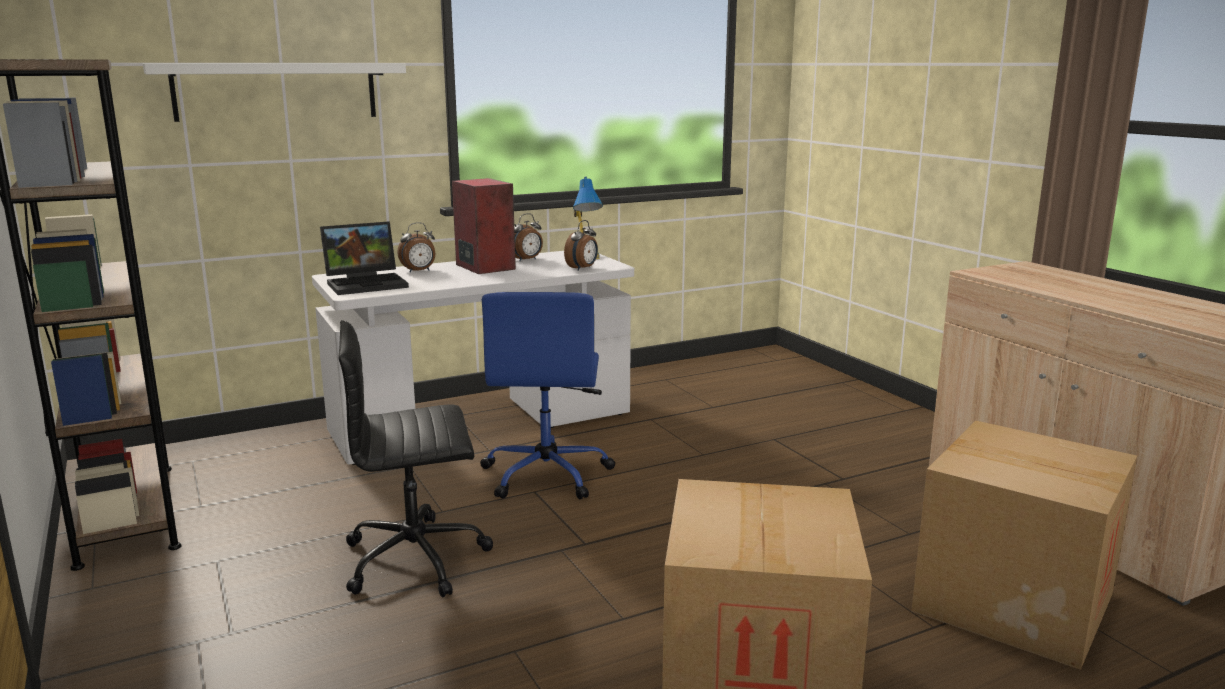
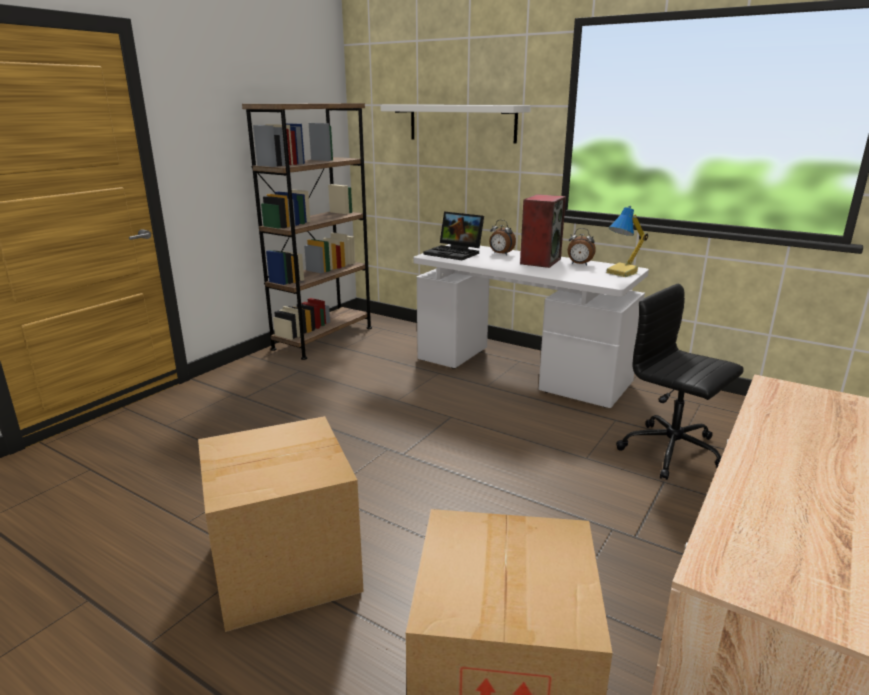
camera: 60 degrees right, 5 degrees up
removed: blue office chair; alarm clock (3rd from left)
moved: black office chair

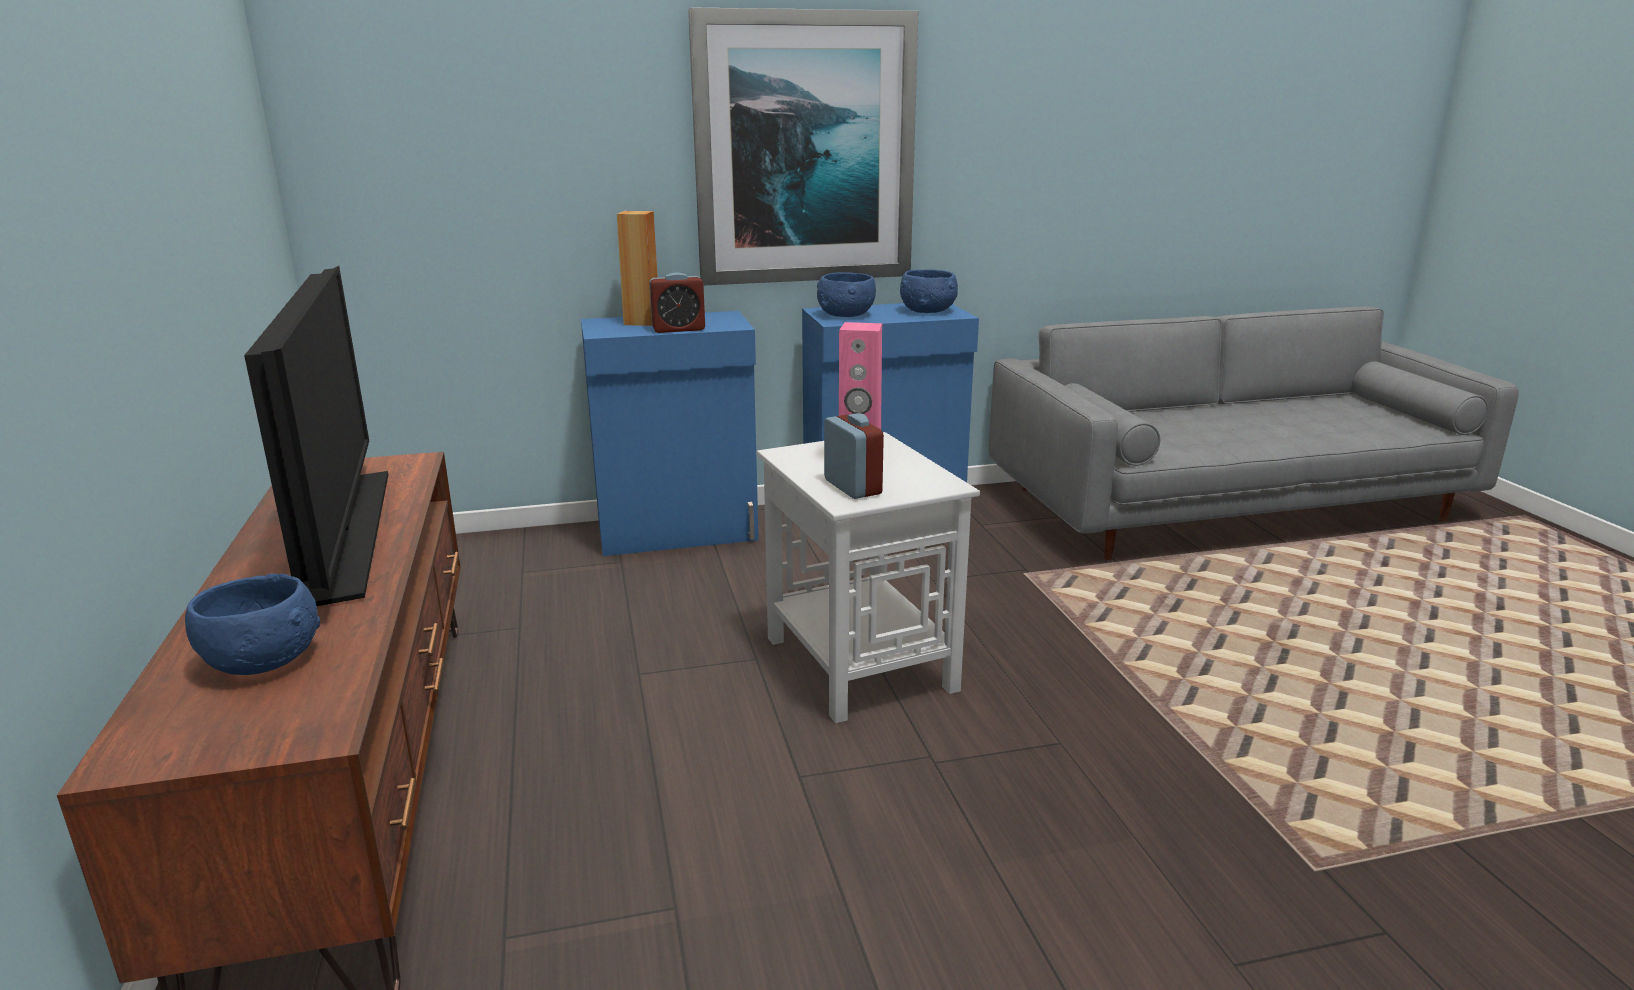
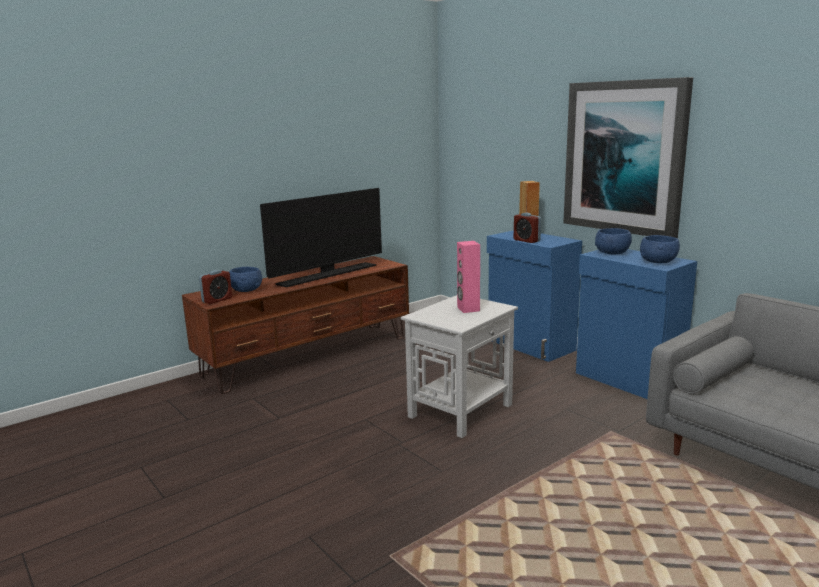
camera: 65 degrees right, 5 degrees down
moved: alarm clock (2nd from left in the first image) to alarm clock (1st from left)

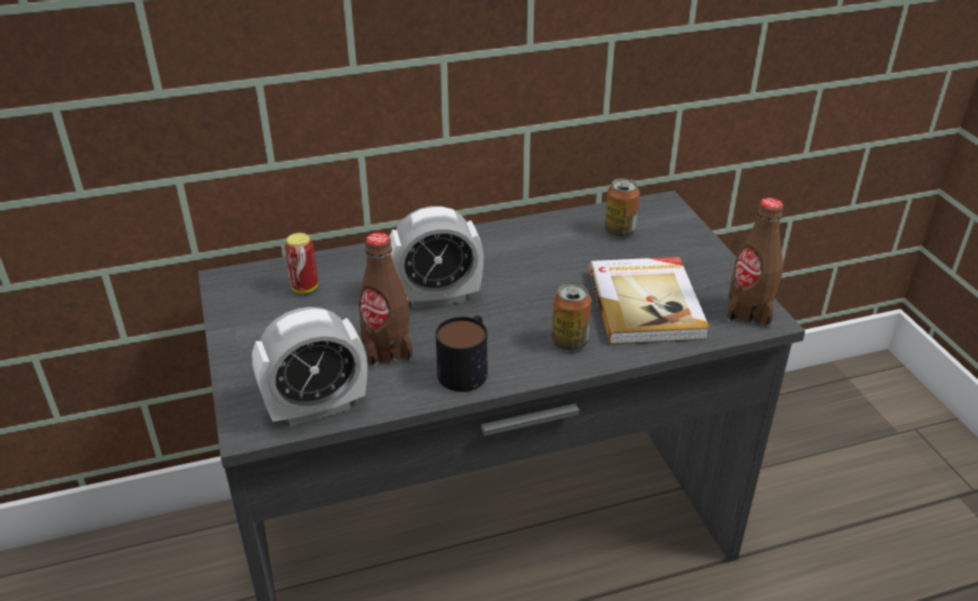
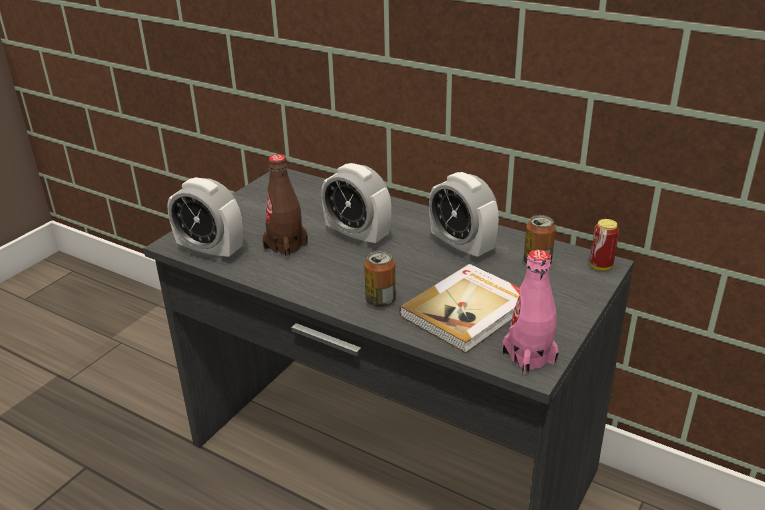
camera: 50 degrees right, 5 degrees down
removed: mug
added: alarm clock (3rd from left)
moved: can (1st from left in the first image) to can (3rd from left)
recoloured: brown bottle (2nd from left) to pink bottle

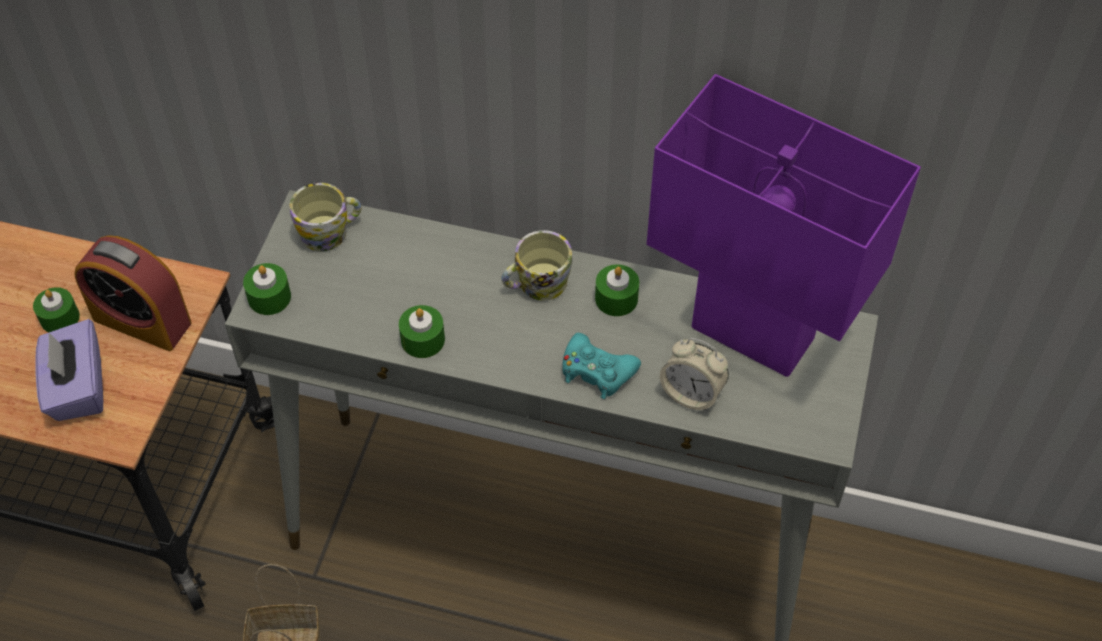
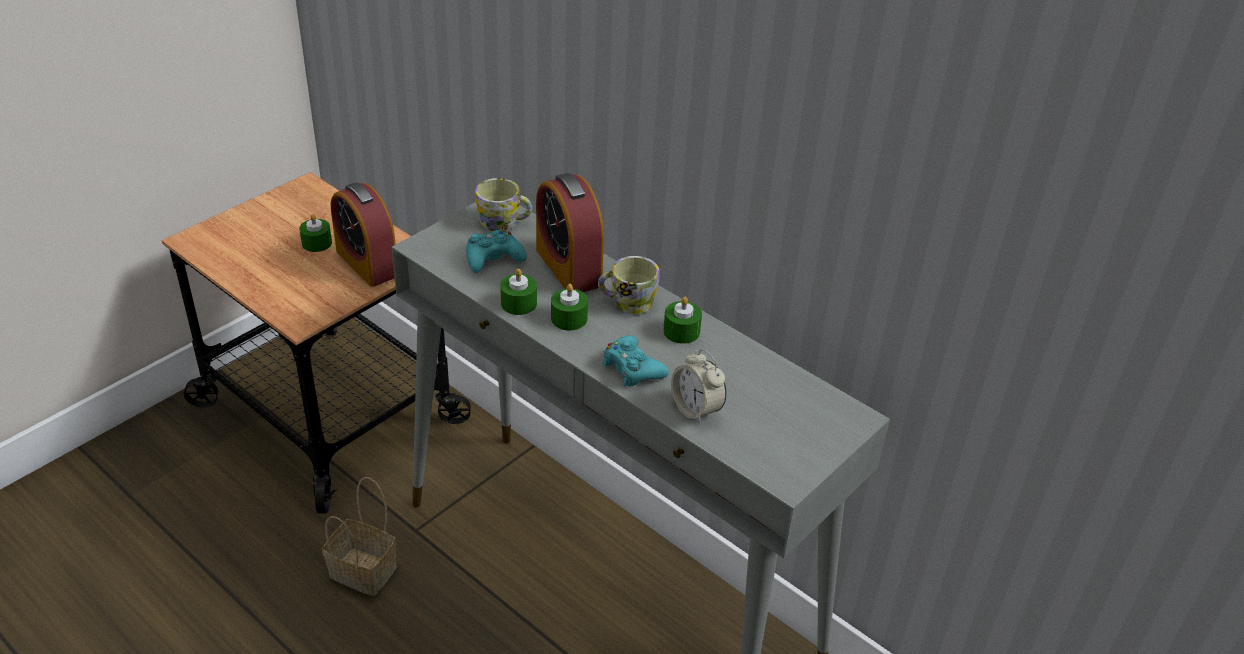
camera: 25 degrees right, 15 degrees down
removed: purple tissue box; purple table lamp
added: turquoise game controller (1st from left); alarm clock (2nd from left)
moved: green candle (2nd from left in the first image) to green candle (3rd from left)

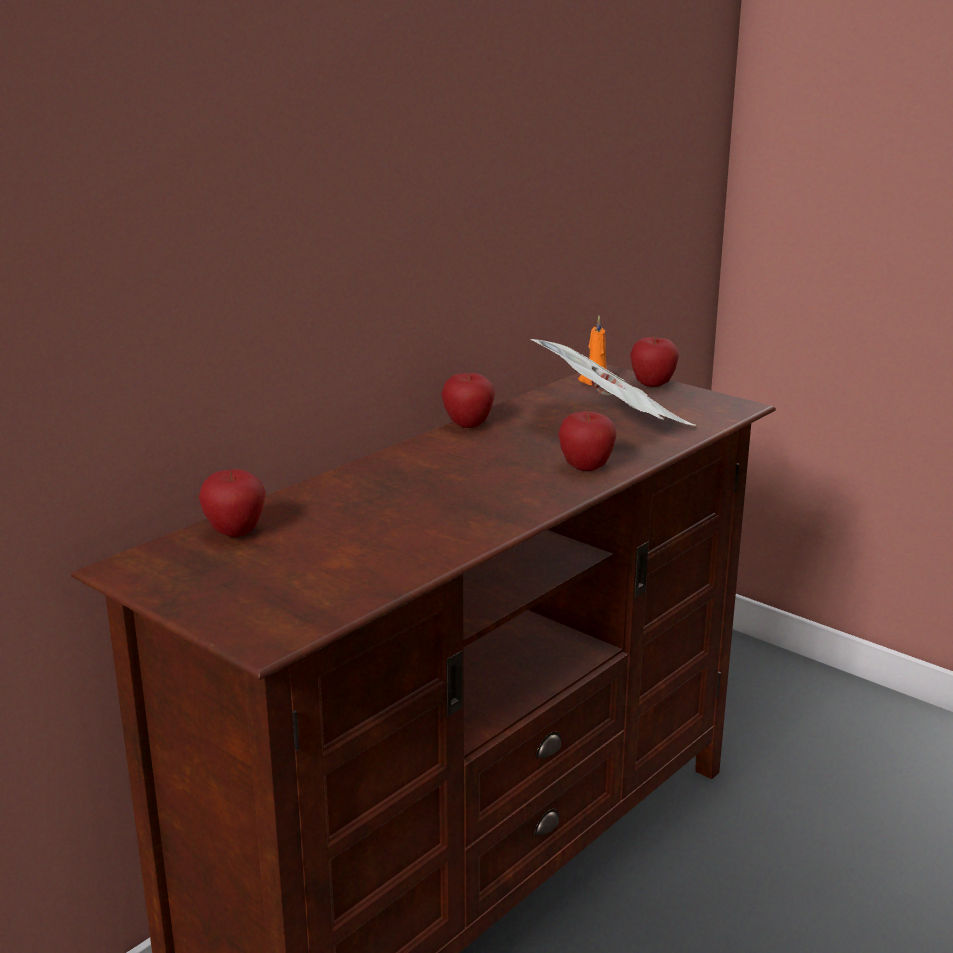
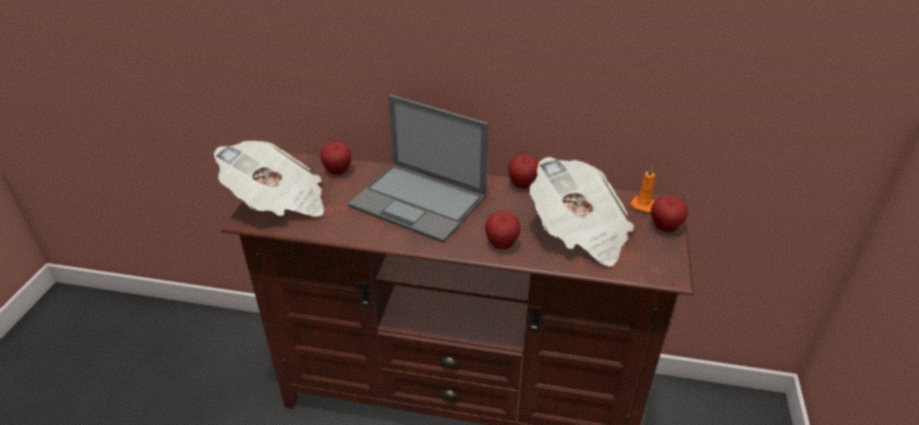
camera: 60 degrees right, 15 degrees up
added: newspaper (1st from left); laptop

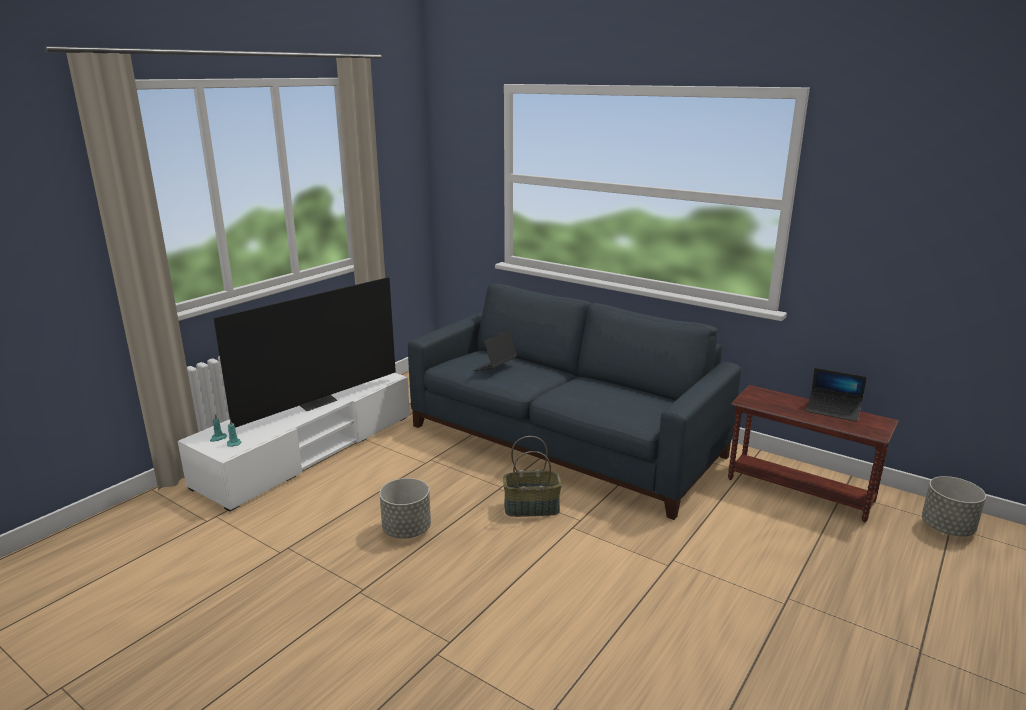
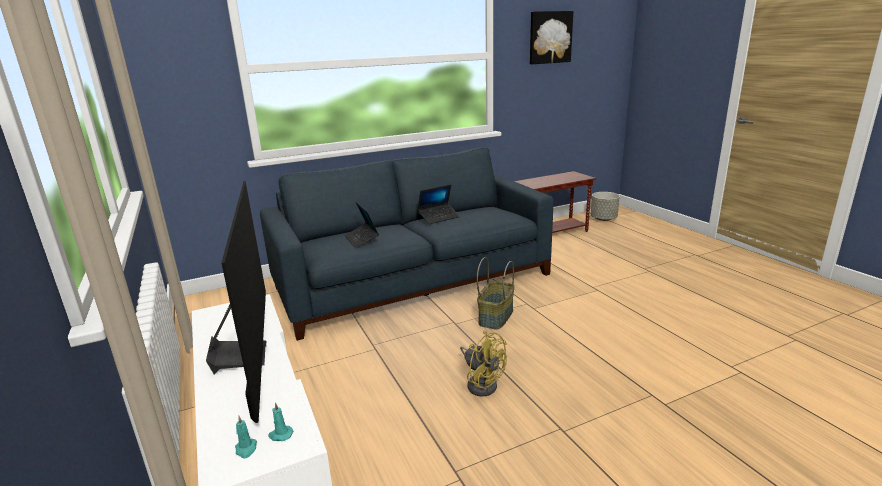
camera: 60 degrees left, 0 degrees up
added: picture
moved: laptop (2nd from left)
replaced: grey planter (1st from left) to yellow fan

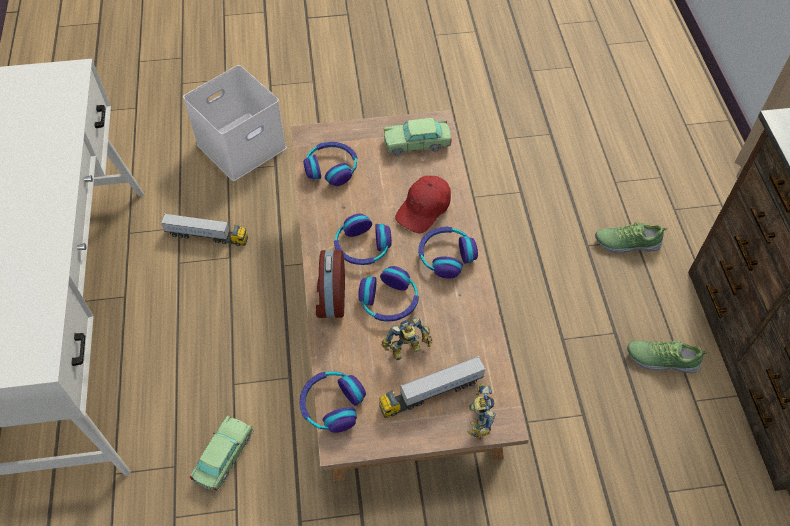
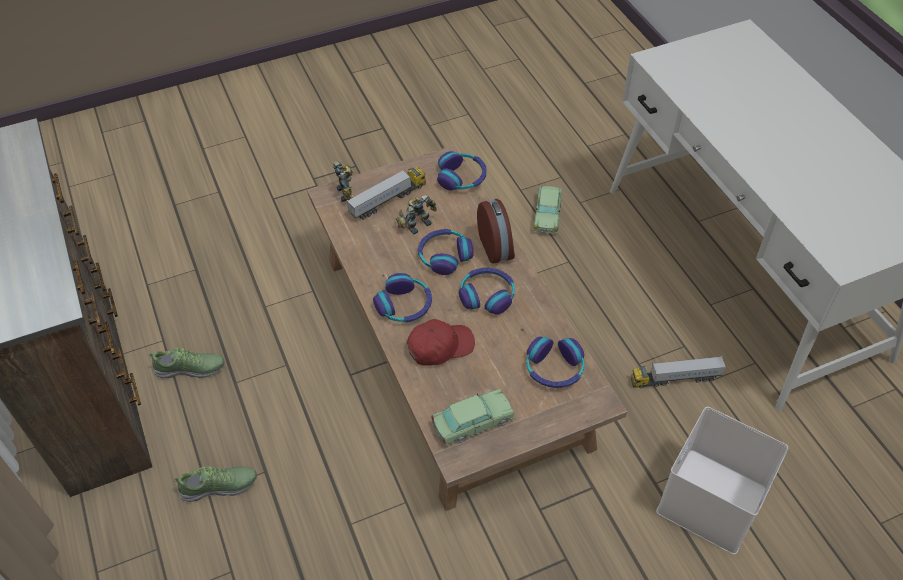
camera: 165 degrees right, 5 degrees down
turned: red cap 45 degrees clockwise

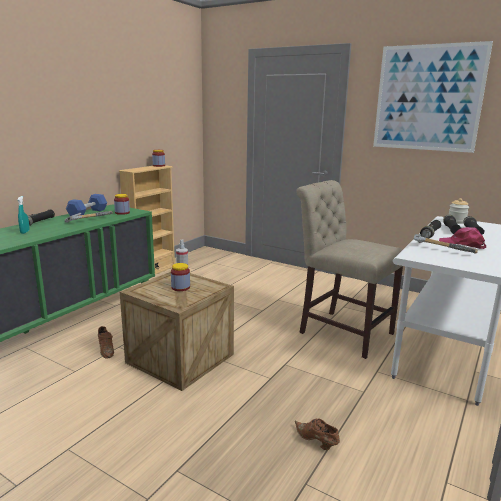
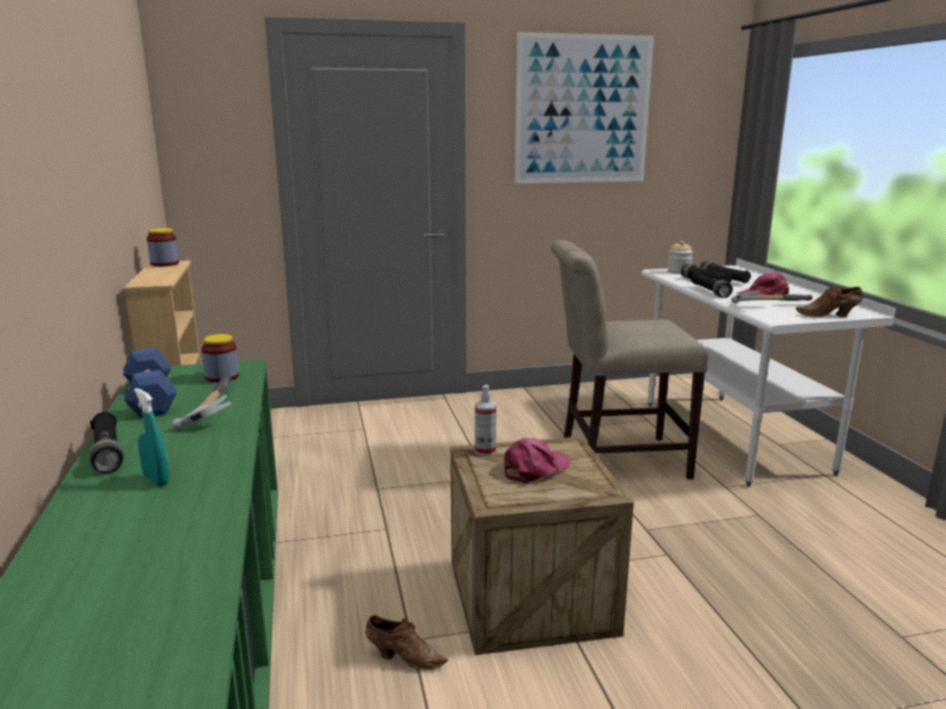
camera: 45 degrees left, 0 degrees up
moved: brown shoe (2nd from left)
replaced: jar (3rd from left) to pink cap (1st from left)

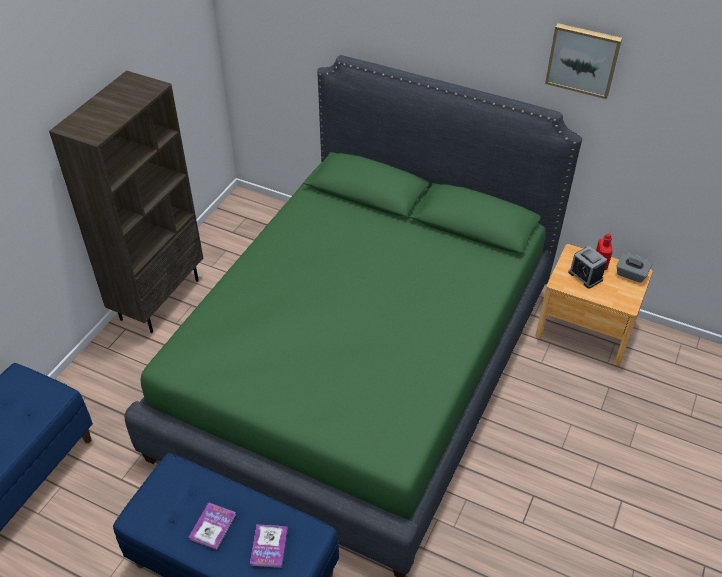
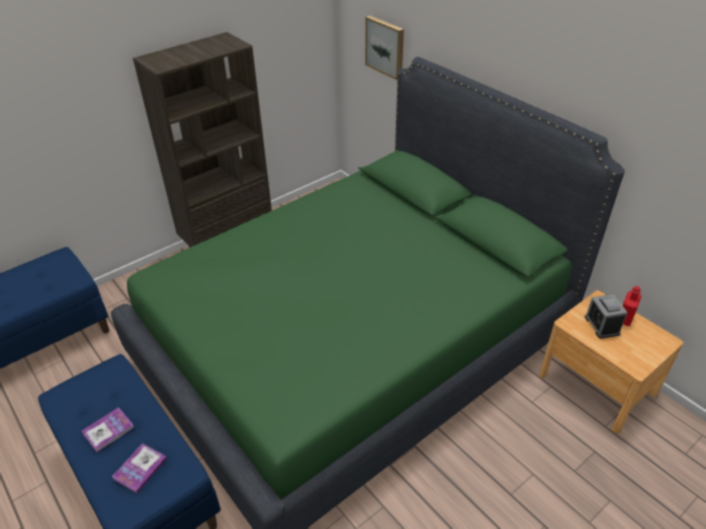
camera: 25 degrees right, 5 degrees down
removed: grey tissue box
moved: picture

